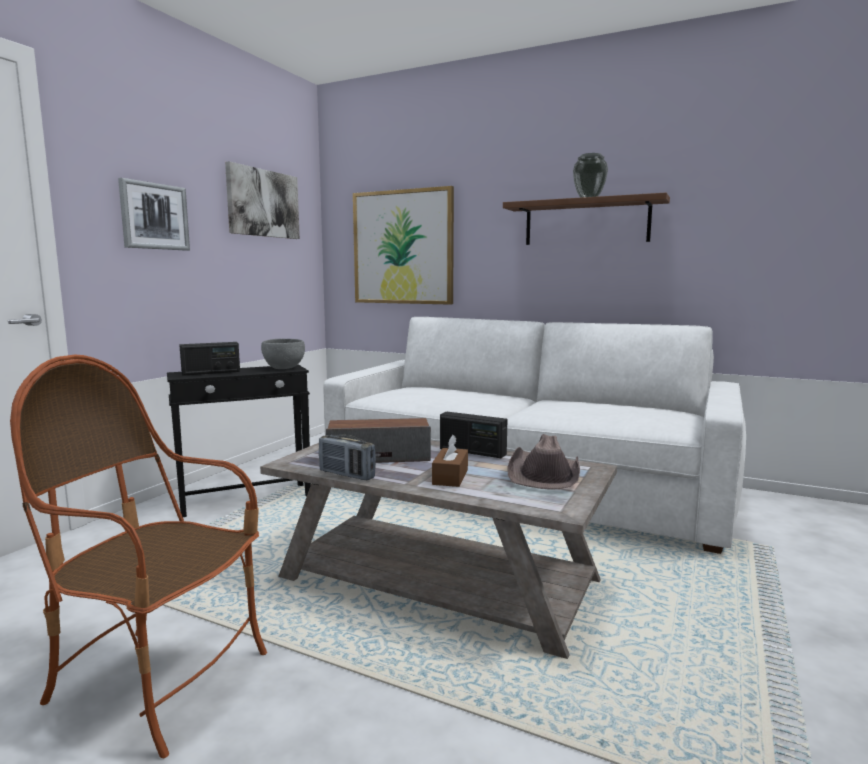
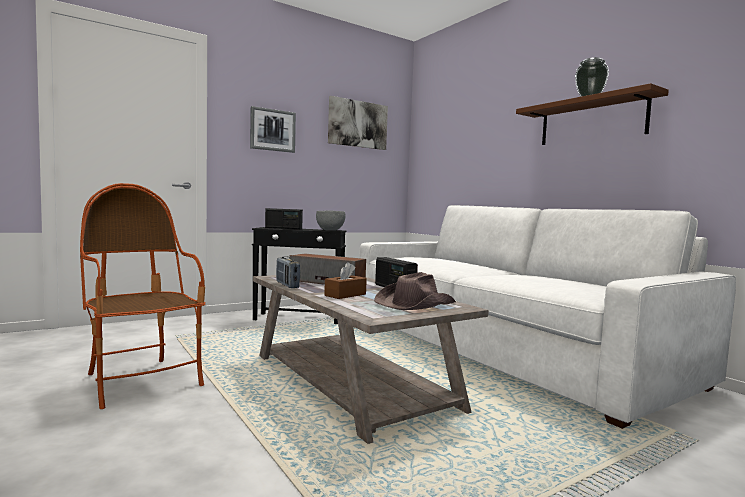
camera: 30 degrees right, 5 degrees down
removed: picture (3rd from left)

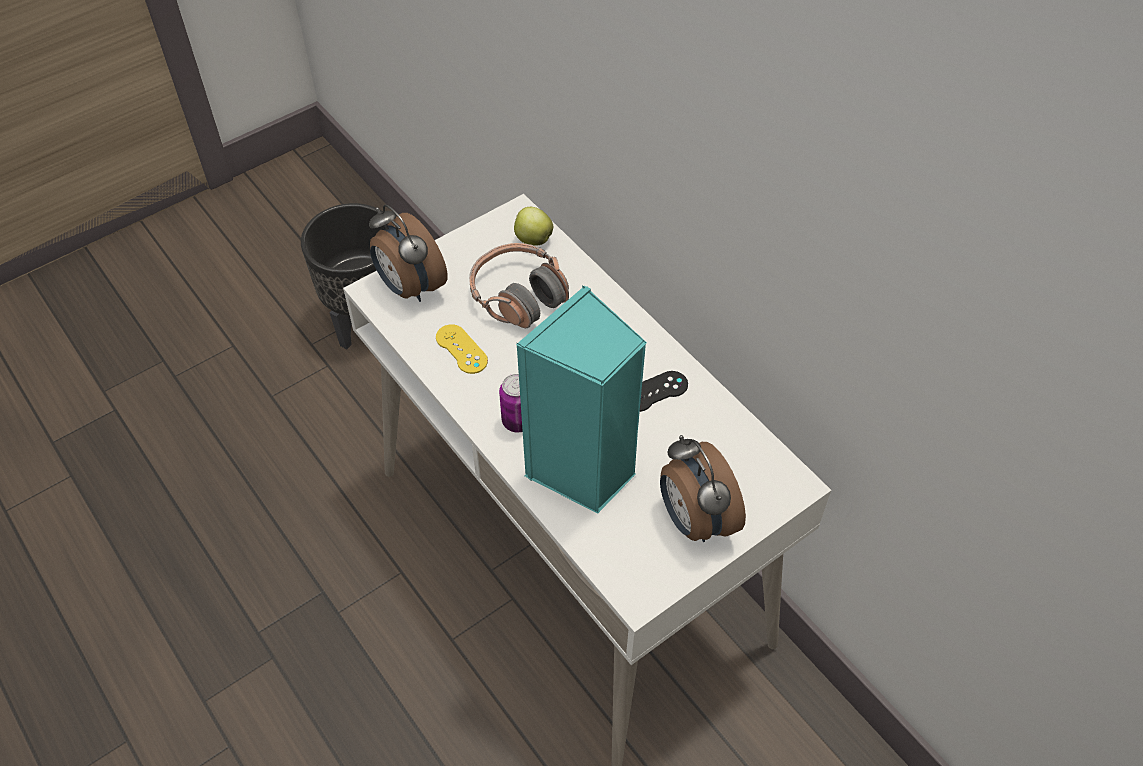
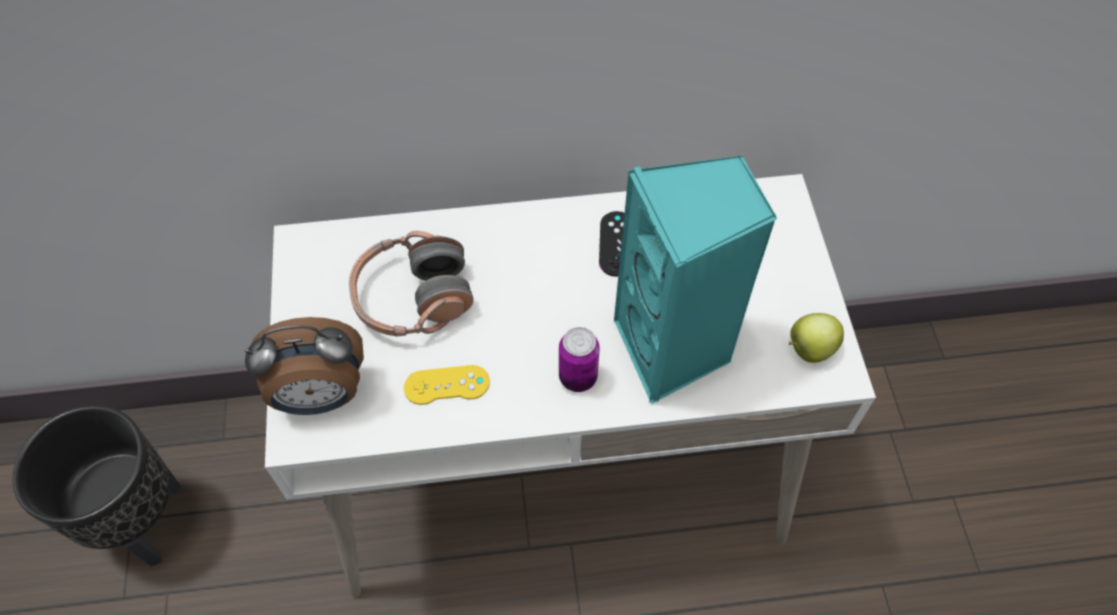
camera: 60 degrees left, 5 degrees up
removed: alarm clock (2nd from left)
moved: apple

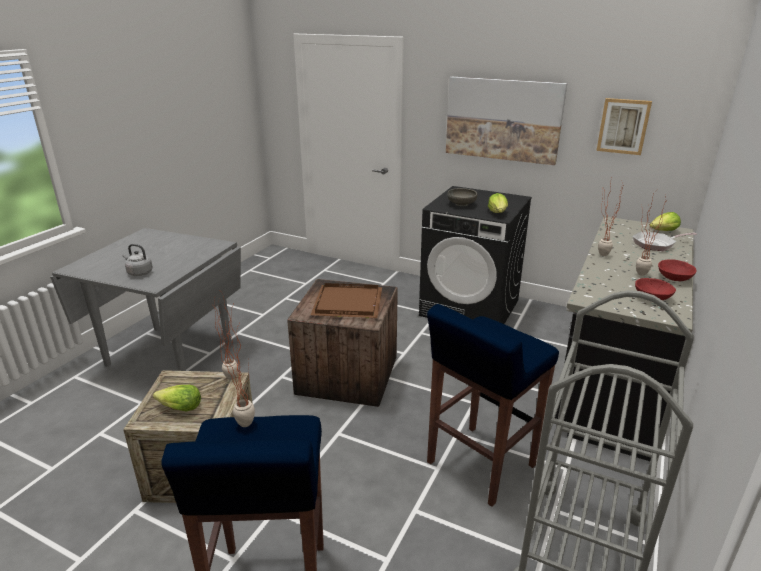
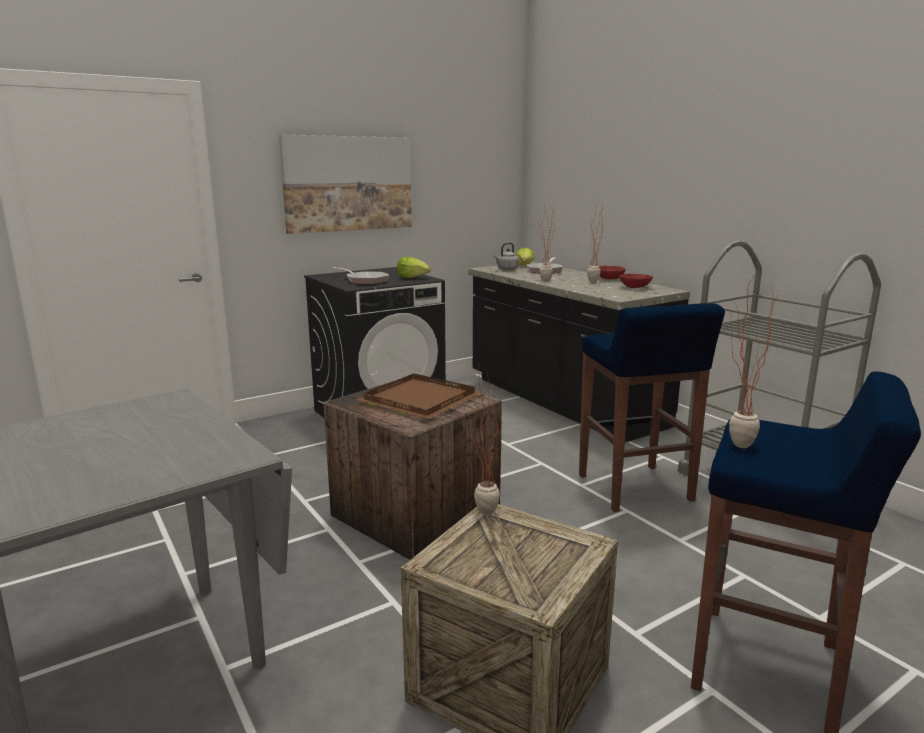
camera: 60 degrees left, 10 degrees down
removed: lettuce (1st from left); picture (2nd from left)
moved: grey kettle
replaced: grey bowl to frying pan (1st from left)

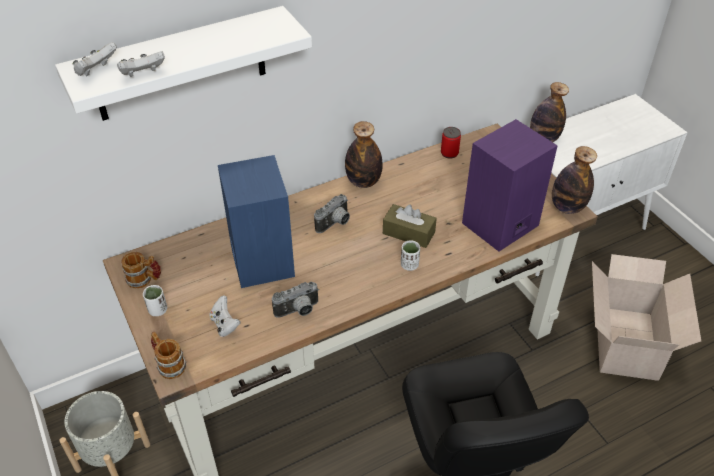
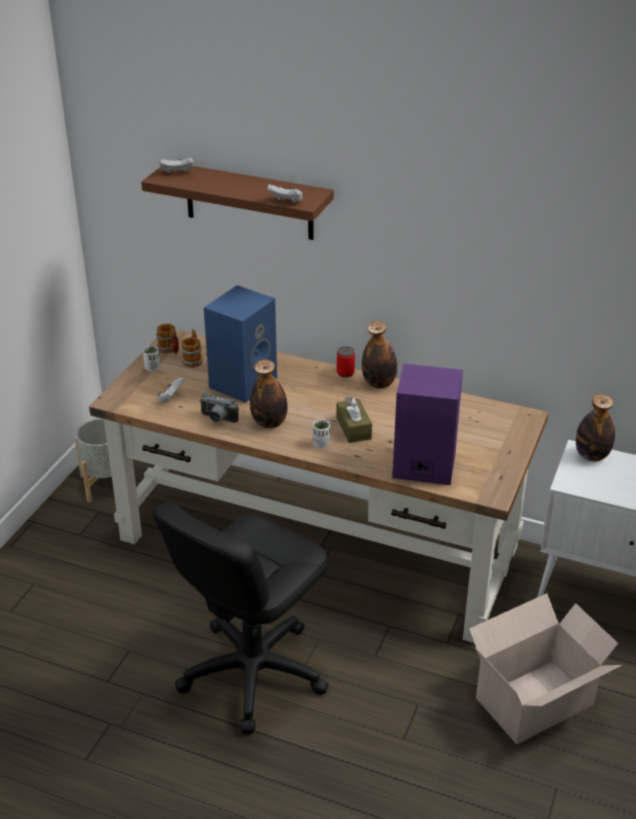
camera: 50 degrees right, 10 degrees down
removed: photo camera (2nd from left)
moved: mug (2nd from left); bottle (3rd from left in the first image) to bottle (1st from left); white game controller (2nd from left in the first image) to white game controller (3rd from left); can
recoloured: white shelf to brown shelf

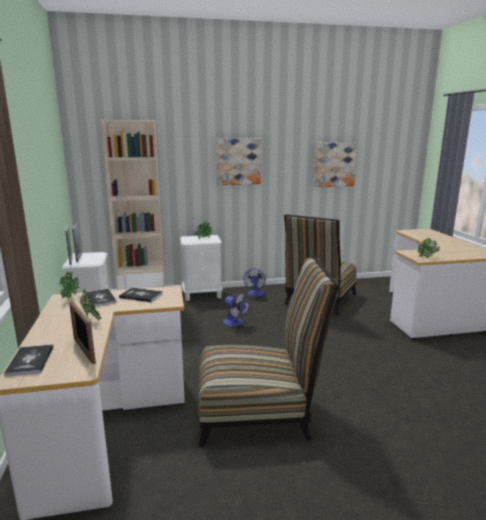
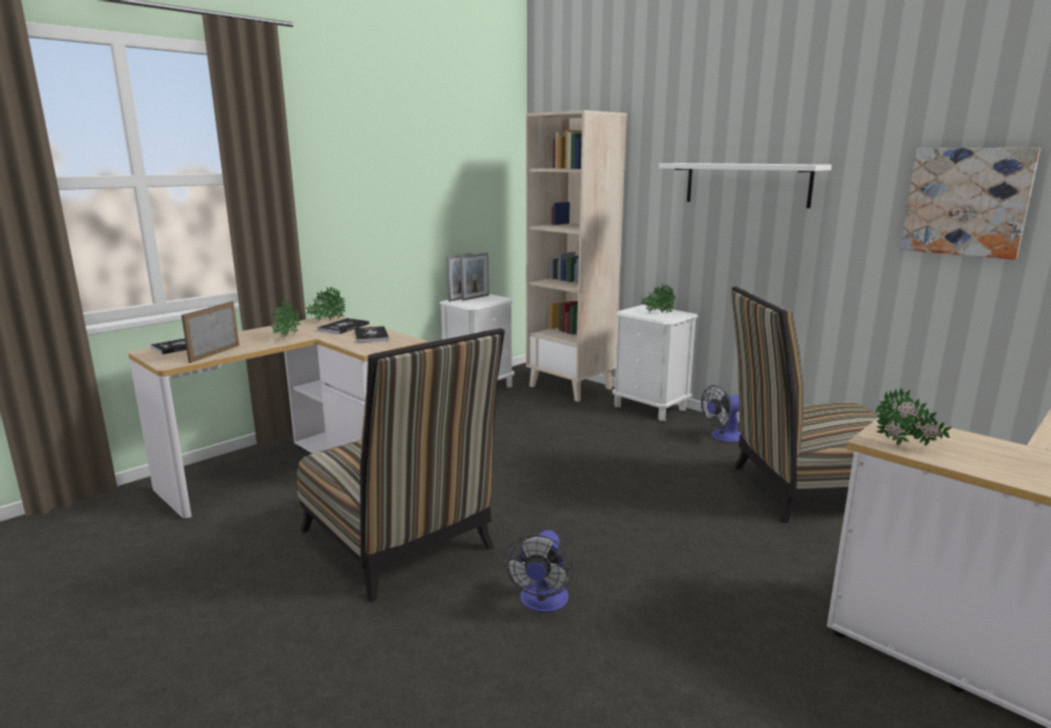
camera: 55 degrees right, 0 degrees up
moved: fan (1st from left)
replaced: picture (1st from left) to white shelf

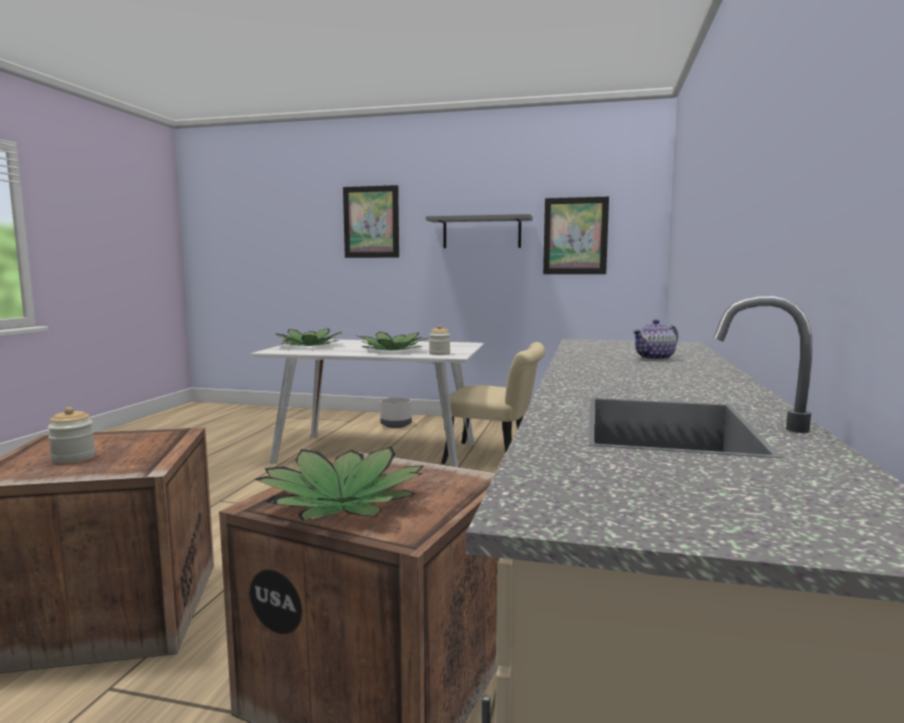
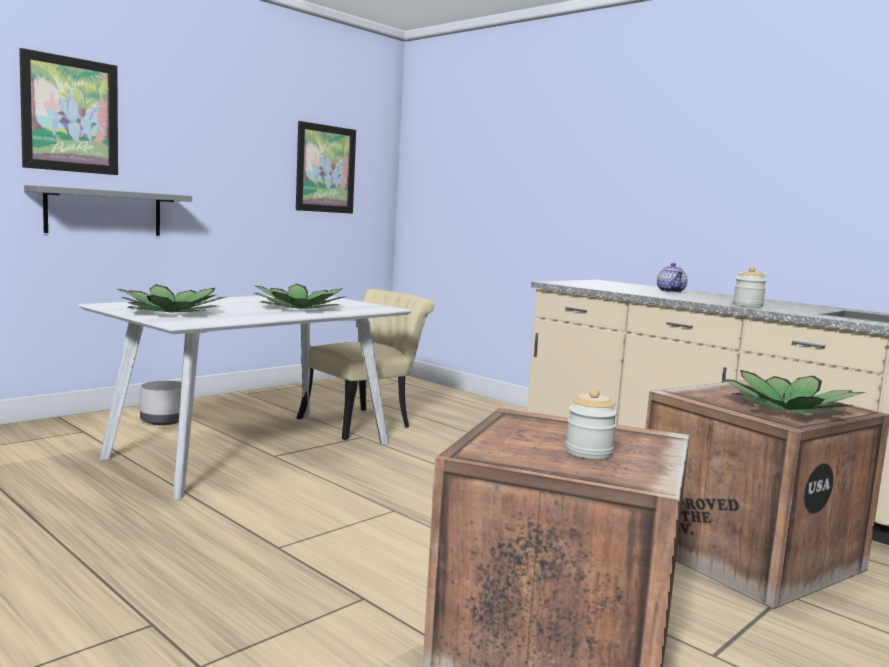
camera: 60 degrees left, 0 degrees up
moved: grey shelf; jar (2nd from left)

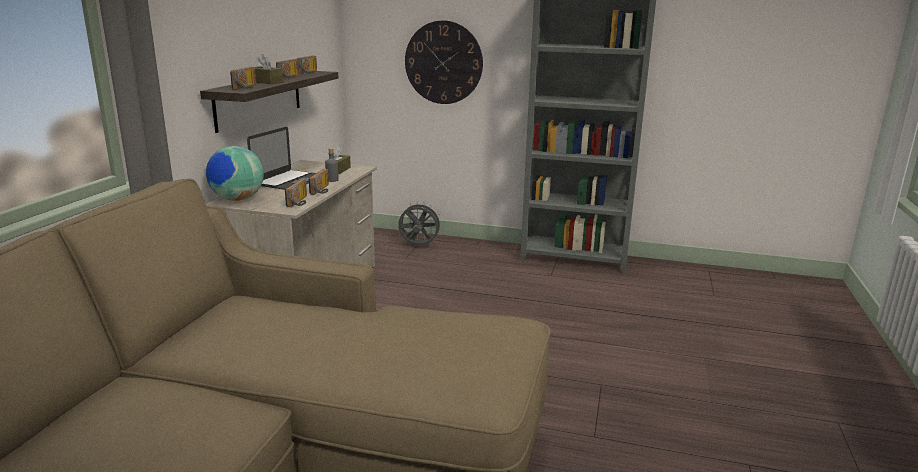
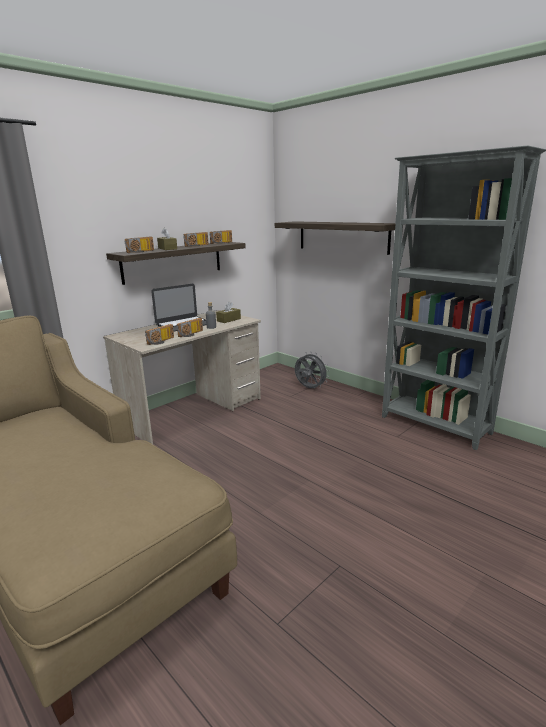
camera: 30 degrees right, 0 degrees up
removed: globe
replaced: wall clock to shelf (2nd from left)

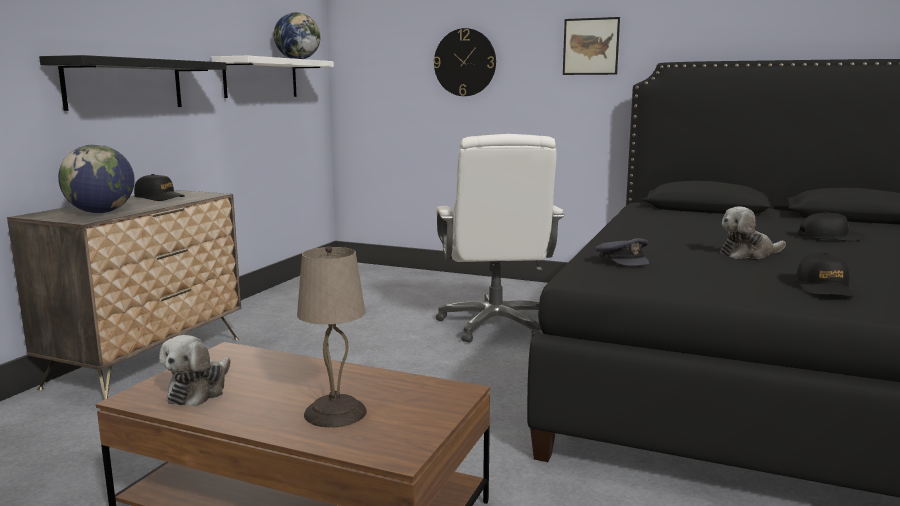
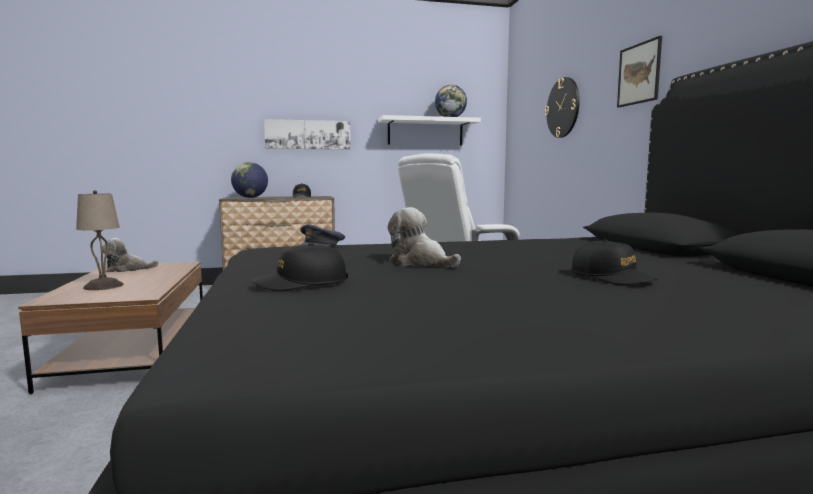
camera: 55 degrees right, 5 degrees down
replaced: black shelf to picture (1st from left)

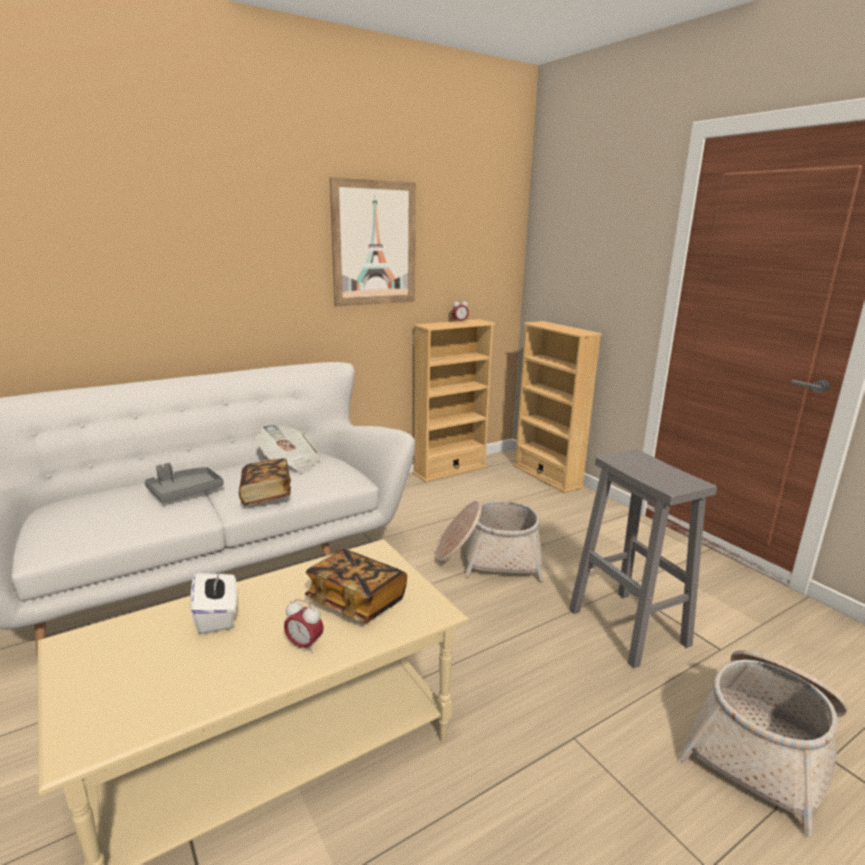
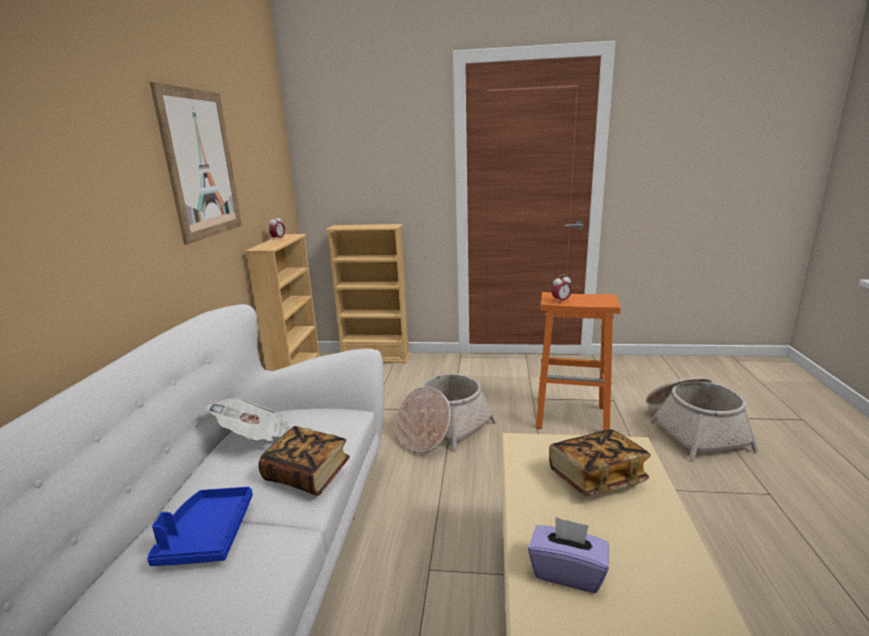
camera: 50 degrees left, 0 degrees up
moved: alarm clock (1st from left in the first image) to alarm clock (2nd from left)
recoloured: grey tray to blue tray; white tissue box to purple tissue box; grey stool to orange stool

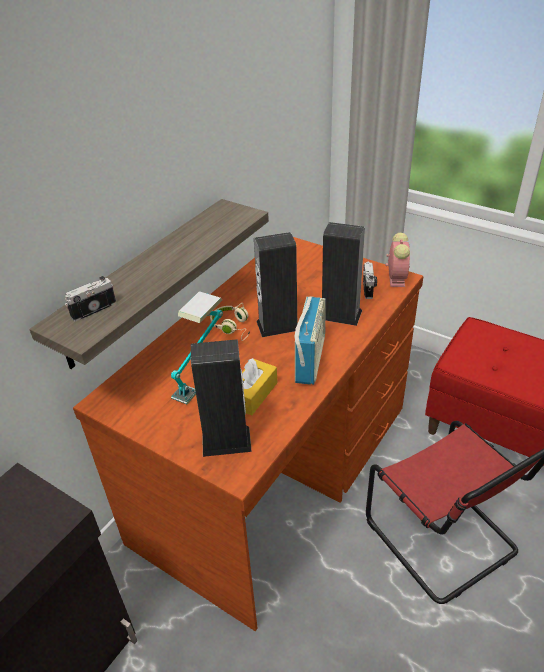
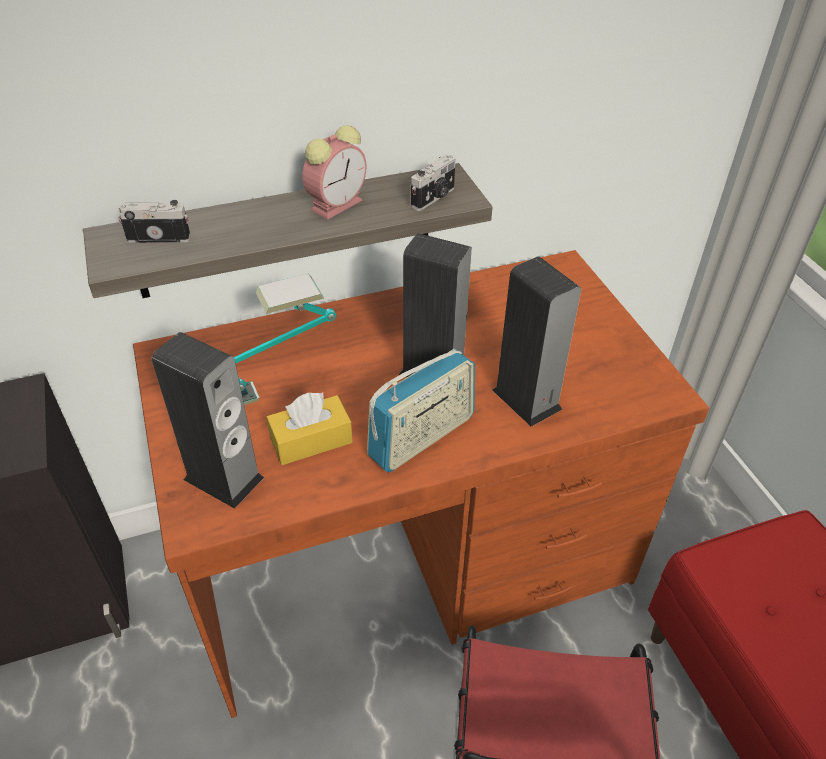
camera: 35 degrees right, 5 degrees up
removed: beige headphones
moved: alarm clock; photo camera (2nd from left)

